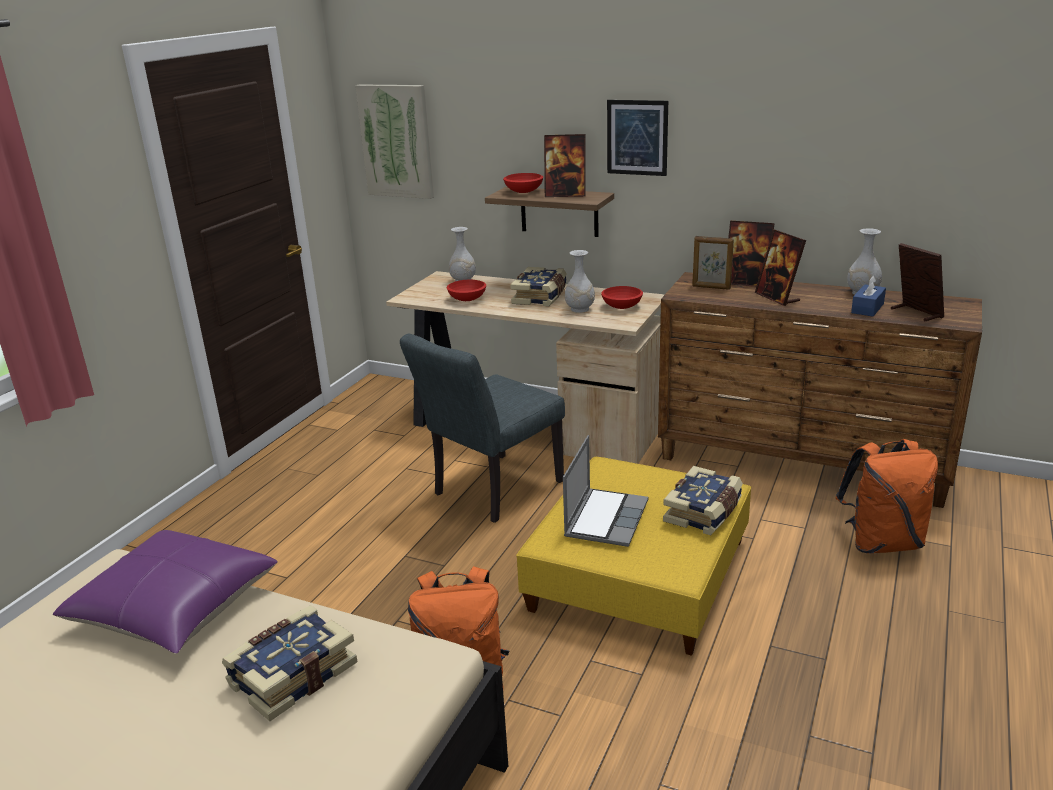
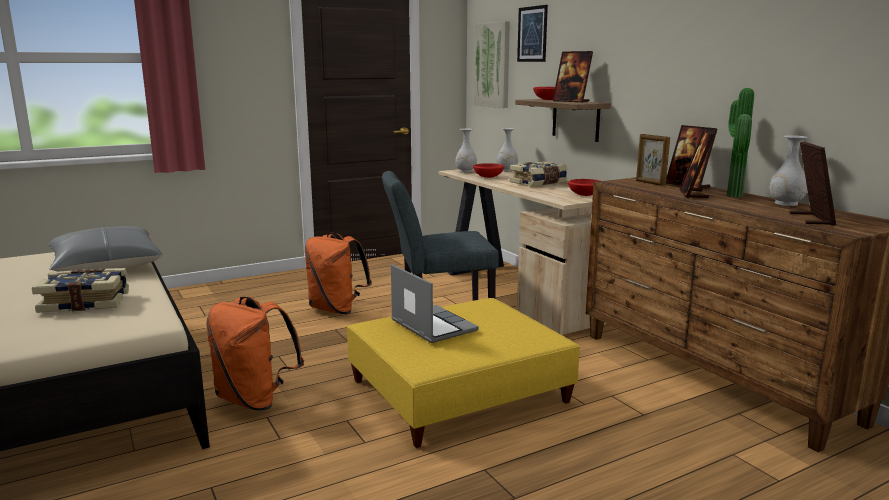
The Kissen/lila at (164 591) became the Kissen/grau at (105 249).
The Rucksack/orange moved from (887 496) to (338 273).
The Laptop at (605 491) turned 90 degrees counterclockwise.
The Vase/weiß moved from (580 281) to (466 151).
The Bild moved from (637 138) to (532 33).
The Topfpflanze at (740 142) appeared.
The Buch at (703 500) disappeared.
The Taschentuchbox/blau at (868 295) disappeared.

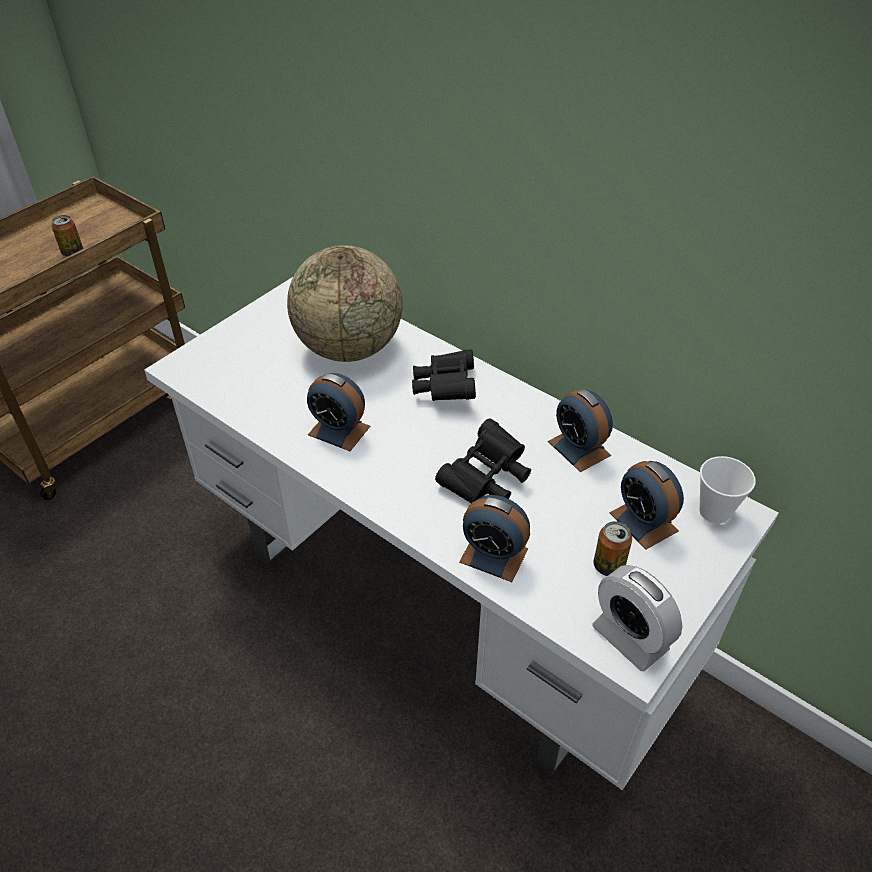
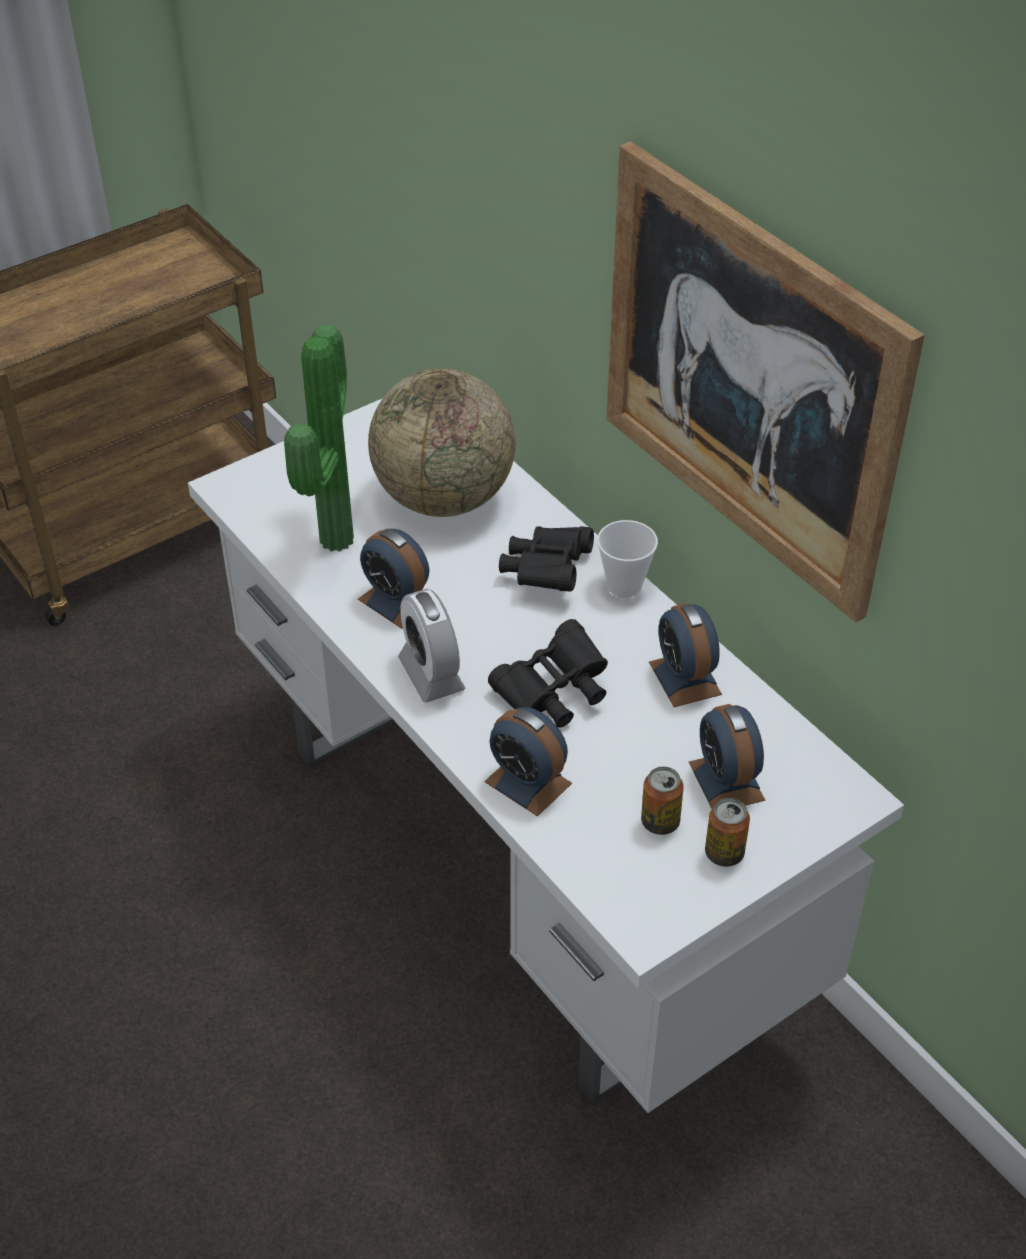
The Topfpflanze at (319 437) appeared.
The Wecker moved from (637 618) to (431 646).
The Tasse moved from (727 490) to (627 559).
The Bild at (765 381) appeared.
The Dose moved from (67 235) to (727 832).

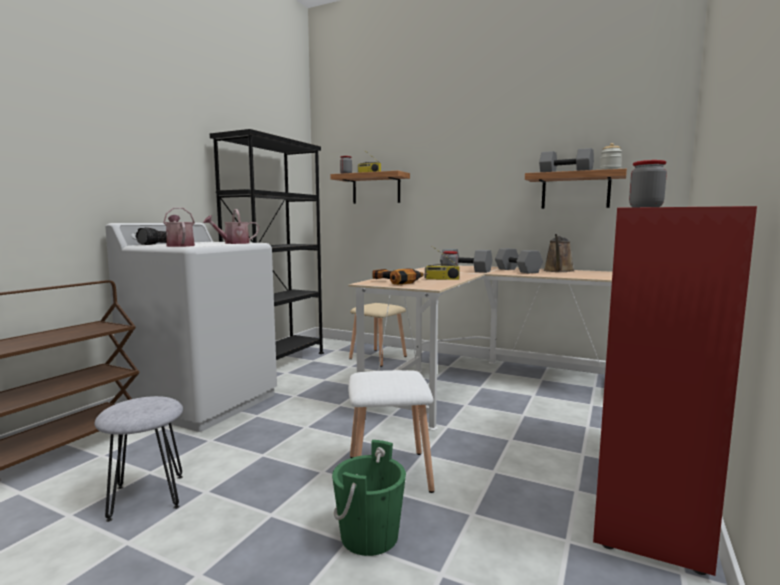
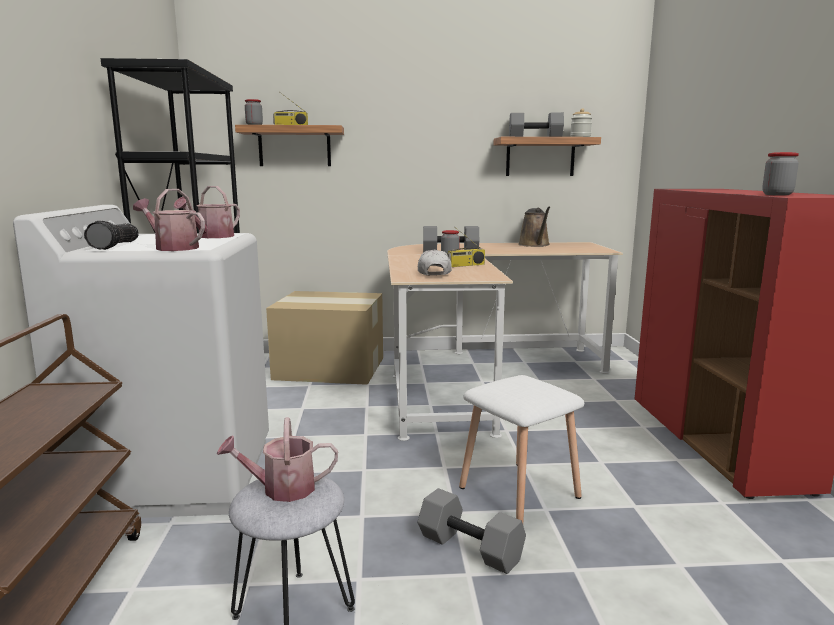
The Gießkanne at (277 459) appeared.
The Hocker/beige at (378 335) was replaced by the Karton at (324 338).
The Bohrmaschine at (400 276) was replaced by the Kappe/weiß at (435 262).
The Hantel/grau moved from (519 260) to (472 531).
The Eimer/grün at (369 498) disappeared.

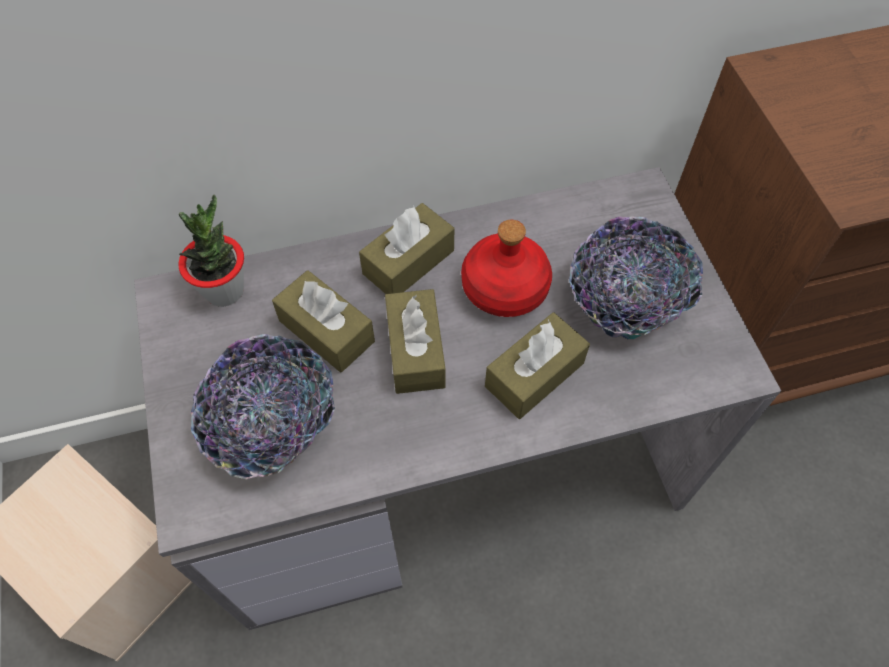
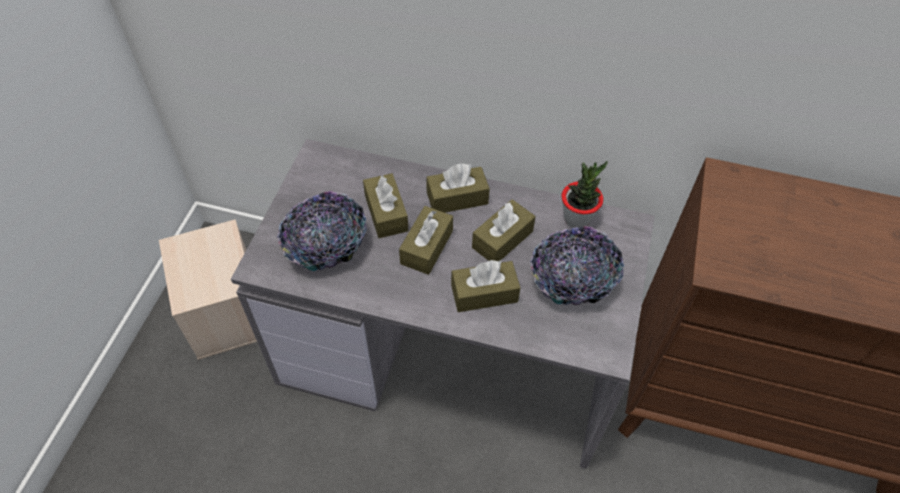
The Flasche/rot at (506 268) was replaced by the Taschentuchbox/braun at (504 230).
The Topfpflanze moved from (211 251) to (584 194).

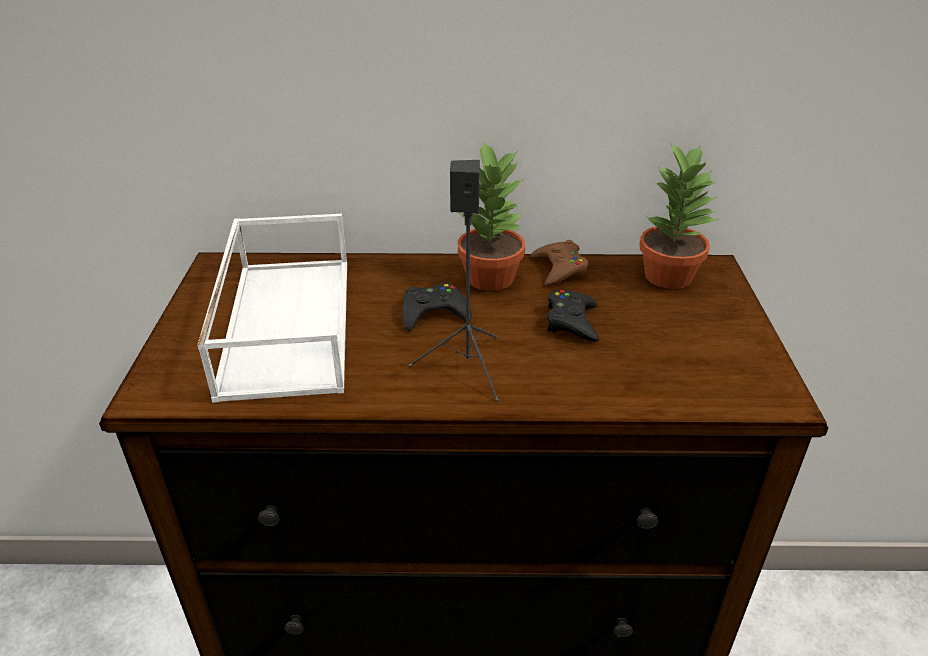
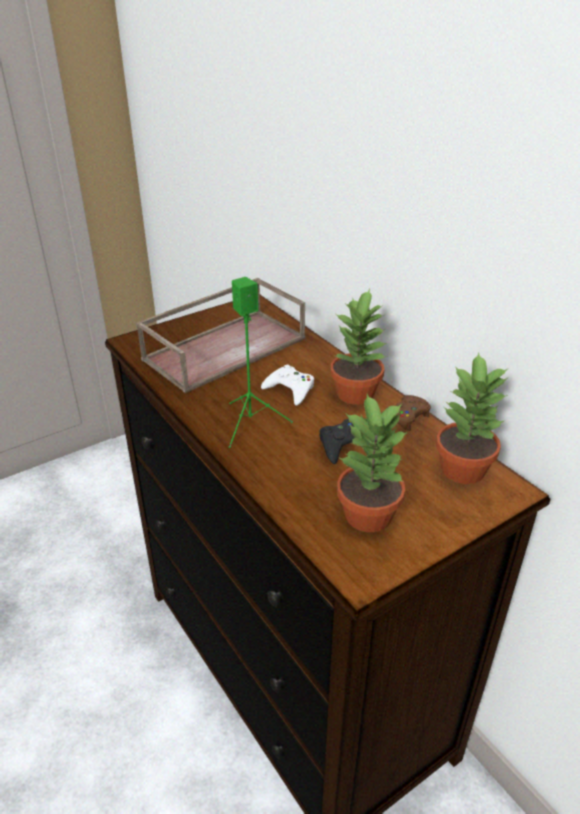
The Tablett/weiß at (272 308) became the Tablett/braun at (220 335).
The Lautsprecher/schwarz at (453 281) became the Lautsprecher/grün at (261 362).
The Gamepad/schwarz at (437 307) became the Gamepad/weiß at (287 385).
The Topfpflanze at (372 463) appeared.

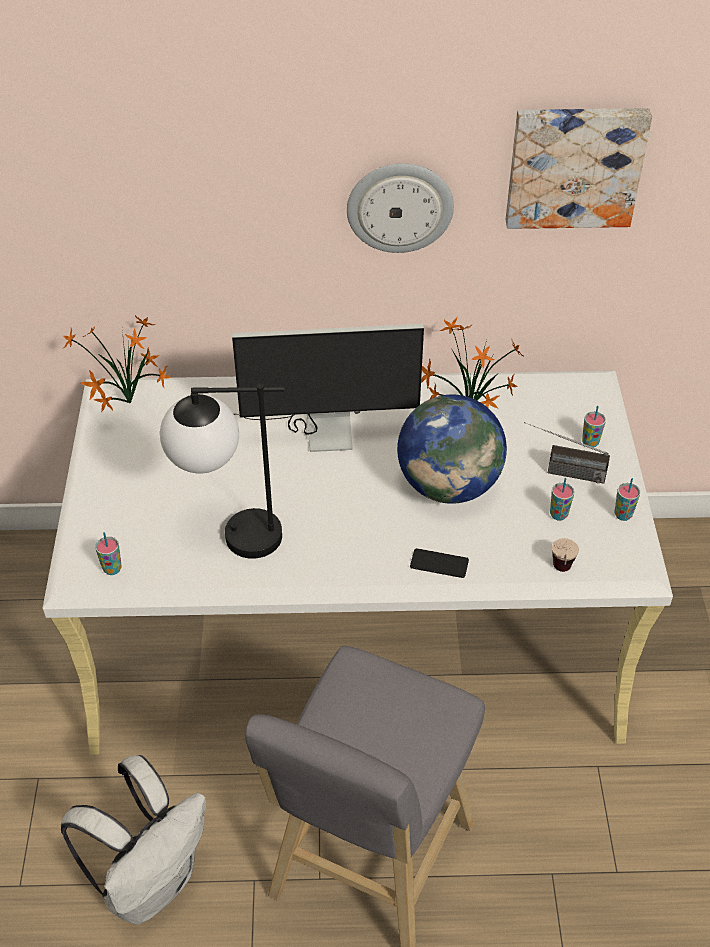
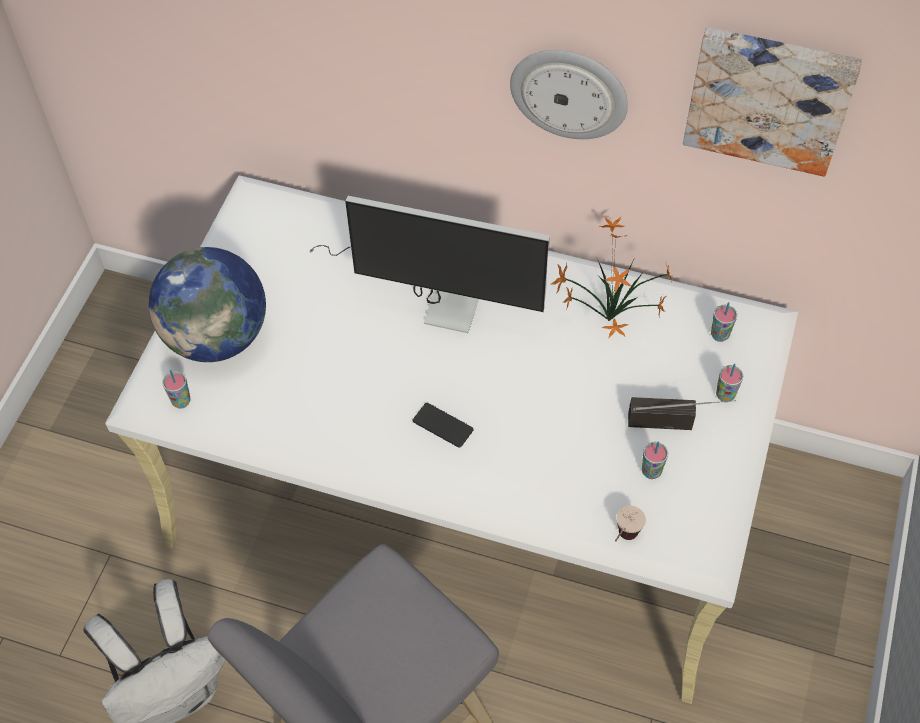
The Globus moved from (452 449) to (207 304).
The Handy moved from (439 563) to (443 425).
The Radio at (567 453) turned 150 degrees clockwise.
The Tasse moved from (627 499) to (724 322).
The Topfpflanze at (117 363) disappeared.
The Tischlampe at (222 471) disappeared.

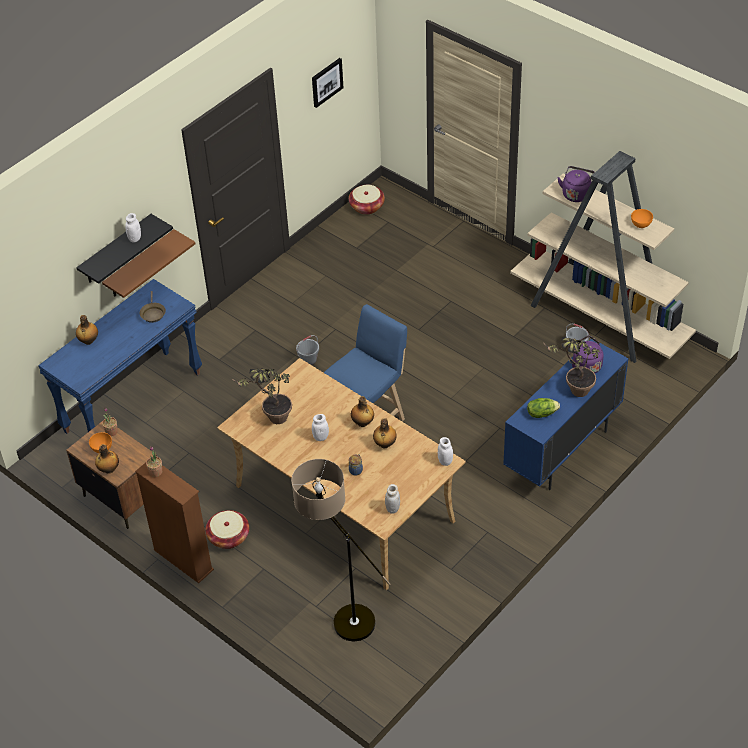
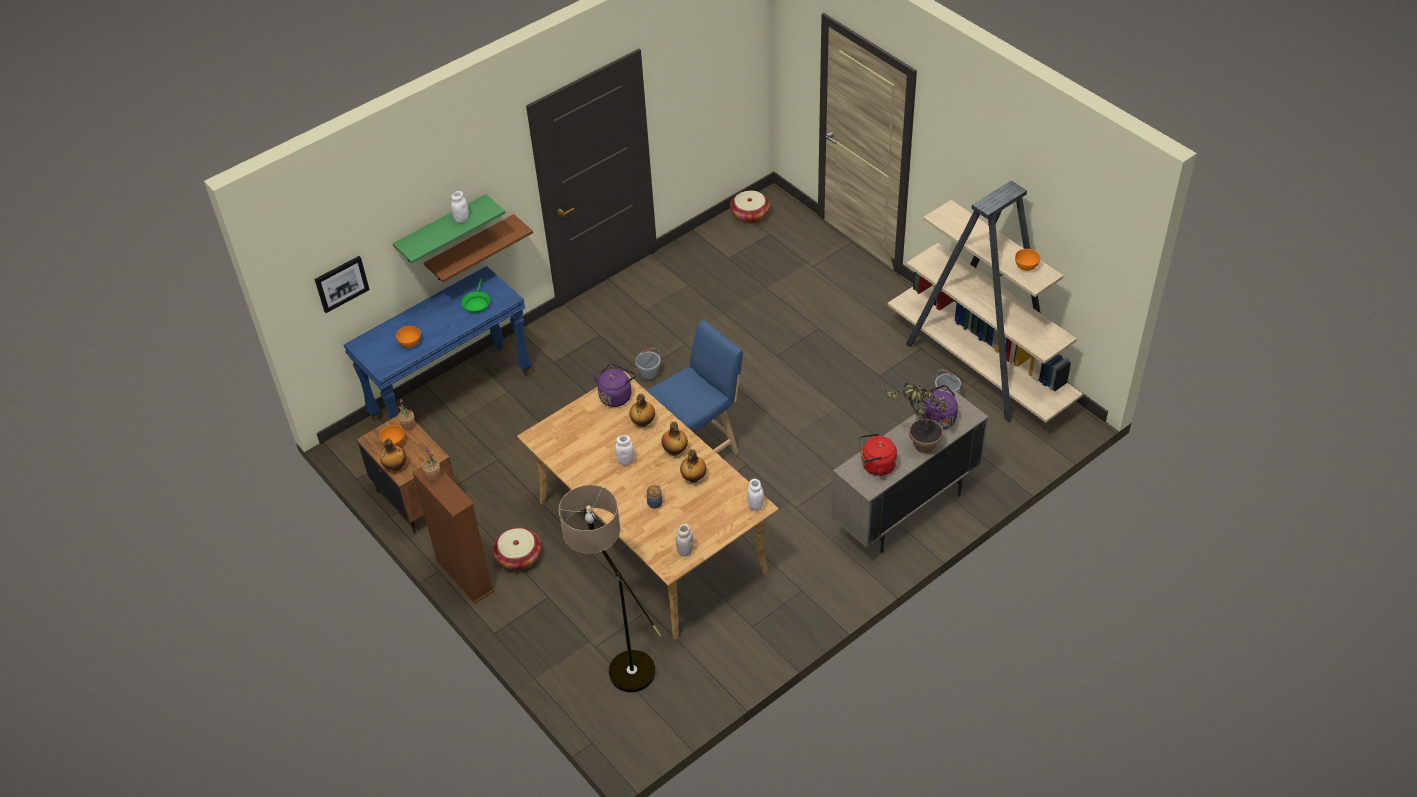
The Bild moved from (328 83) to (342 284).
The Wandregal/schwarz at (124 249) became the Wandregal/grün at (449 228).
The Schüssel/orange at (408 337) appeared.
The Pfanne/braun at (153 307) became the Pfanne/grün at (476 296).
The Wasserkessel/lila moved from (576 184) to (615 385).
The Flasche moved from (87 330) to (642 410).
The Schrank/blau at (566 414) became the Schrank/beige at (910 470).
The Salatkopf at (543 408) was replaced by the Wasserkessel/rot at (878 454).
The Topfpflanze at (263 396) disappeared.

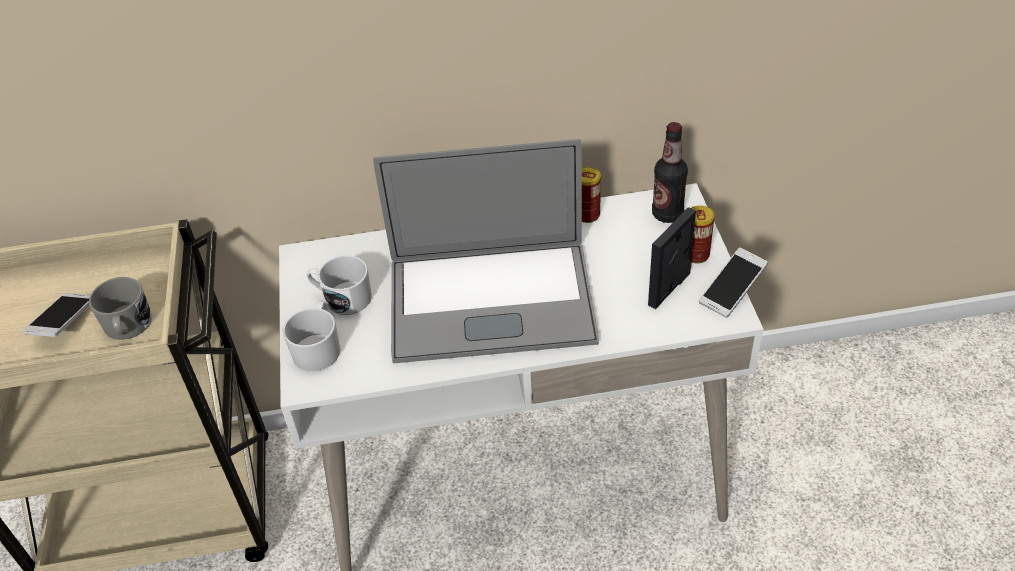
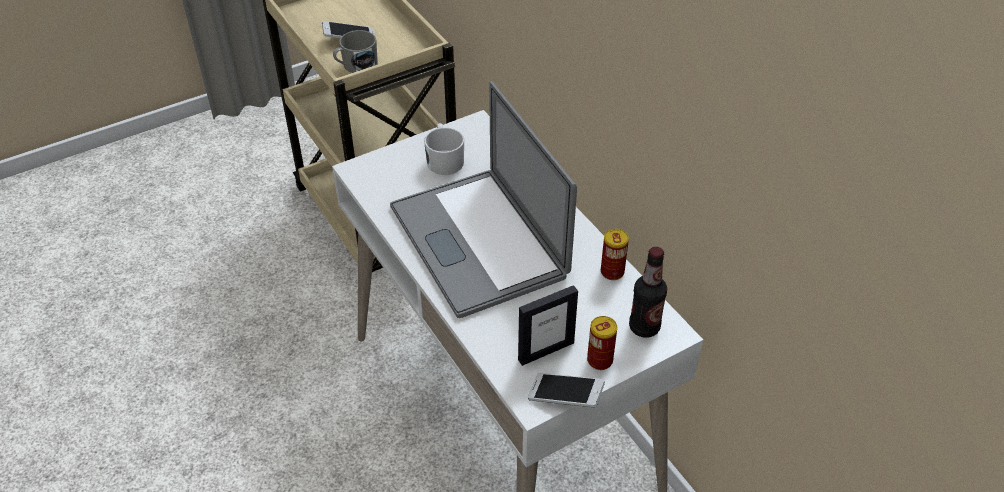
The Bilderrahmen at (672 258) turned 135 degrees clockwise.
The Henkelbecher/weiß at (311 336) disappeared.

